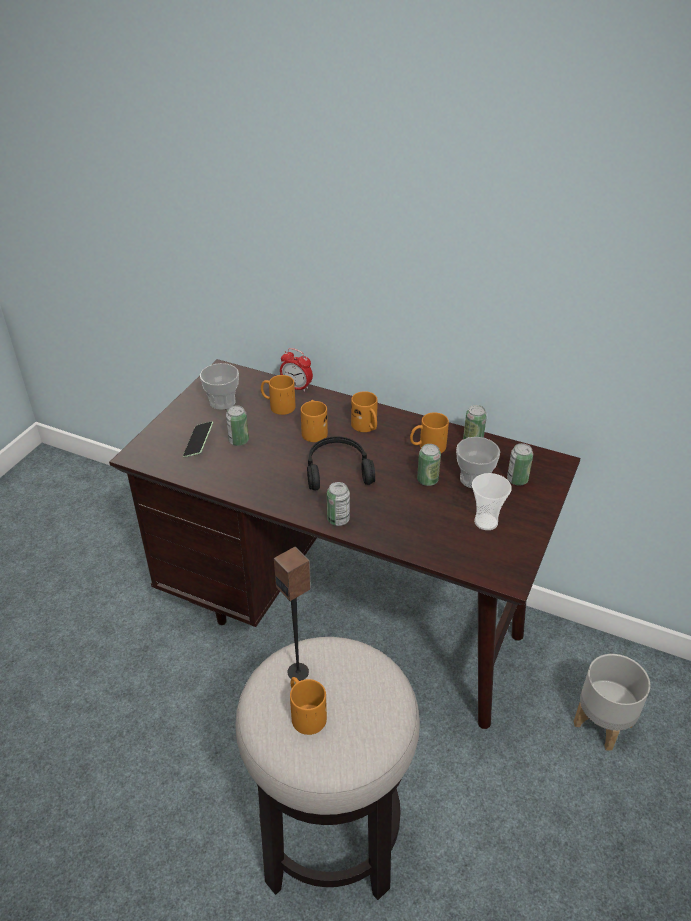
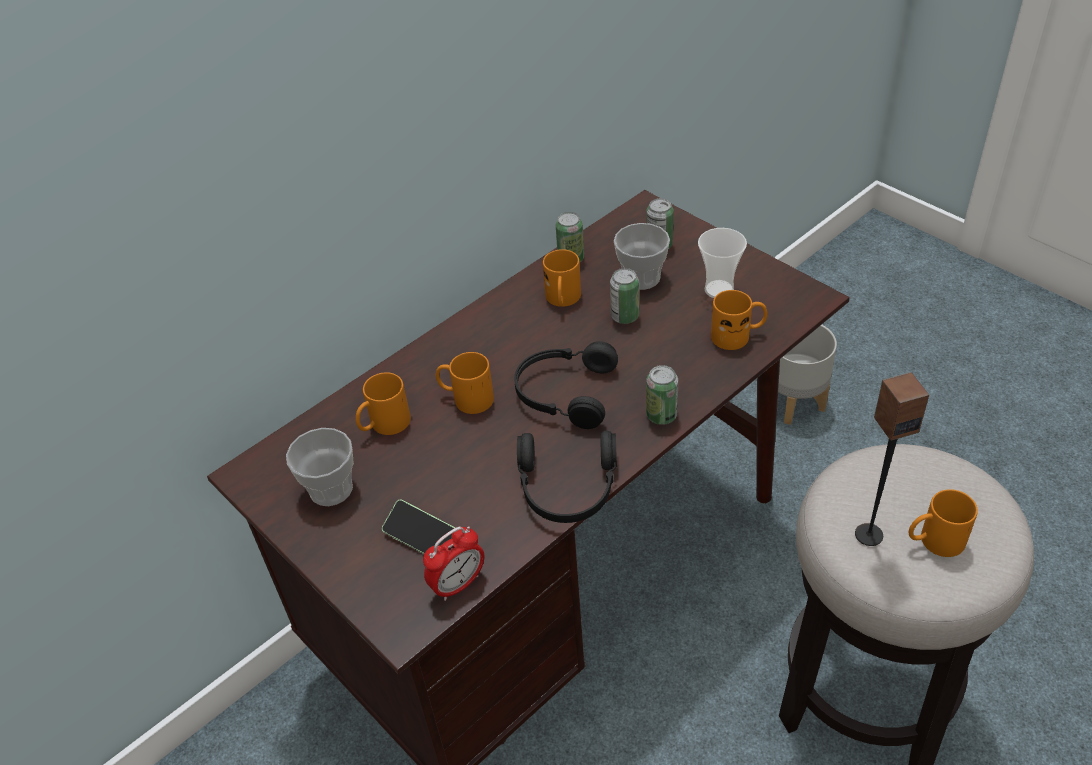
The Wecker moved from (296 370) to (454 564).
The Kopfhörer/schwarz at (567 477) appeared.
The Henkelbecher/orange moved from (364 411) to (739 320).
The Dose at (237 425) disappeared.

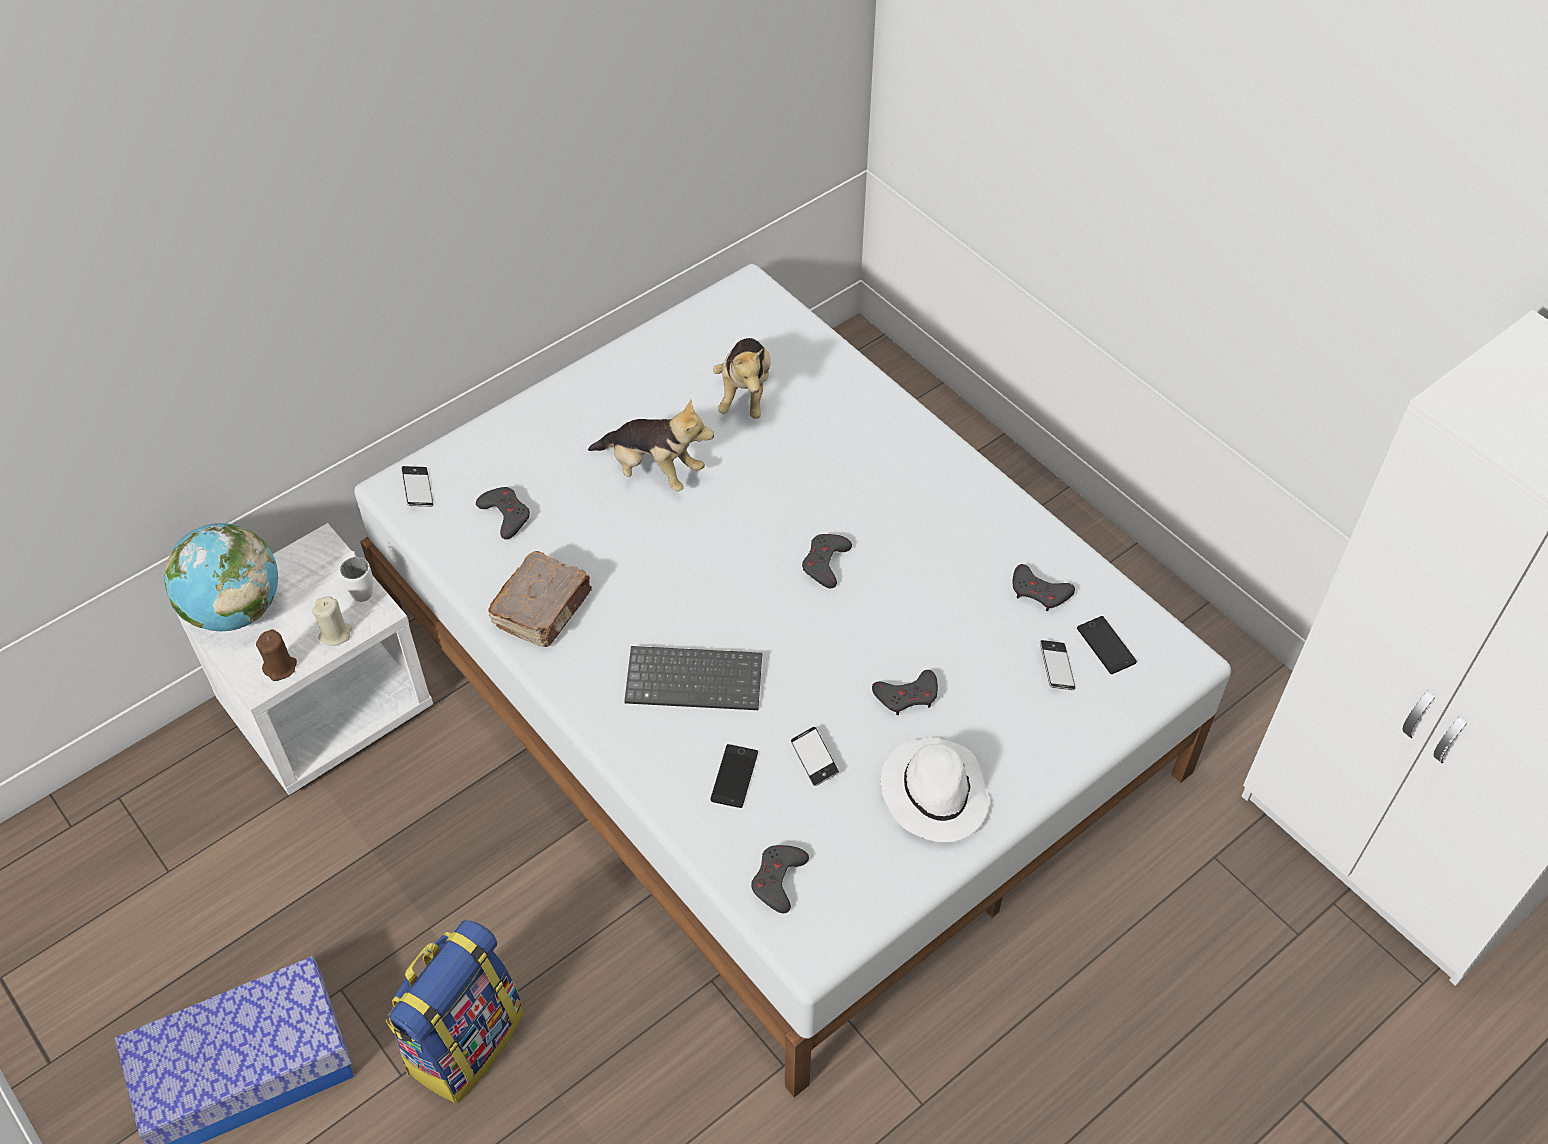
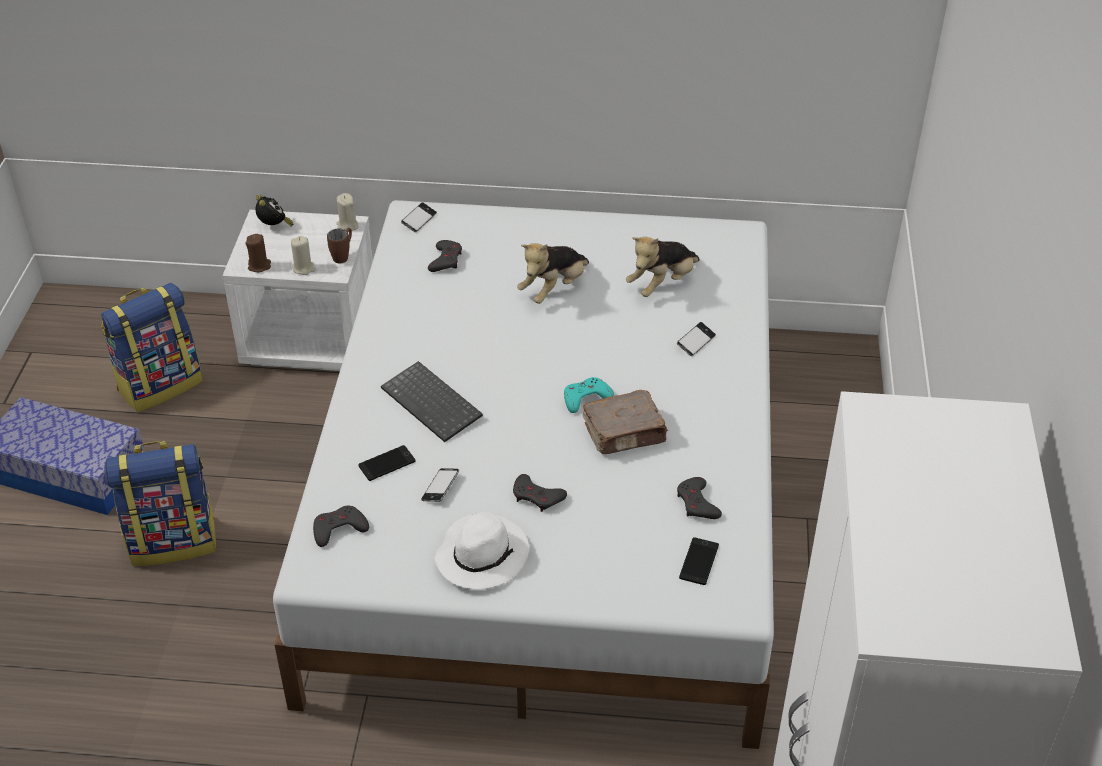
The Rucksack at (152 347) appeared.
The Globus at (221 577) was replaced by the Wecker at (274 210).
The Henkelbecher/weiß at (356 576) became the Henkelbecher/braun at (339 245).
The Kerze/beige at (347 212) appeared.
The Plüschtier at (651 445) turned 60 degrees clockwise.
The Gamepad/grau at (827 561) became the Gamepad/türkis at (589 395).
The Buch/braun moved from (540 599) to (625 422).
The Handy moved from (1058 665) to (696 339).

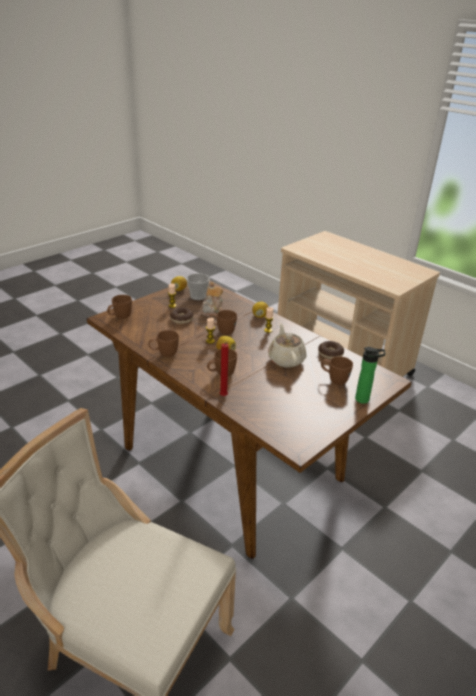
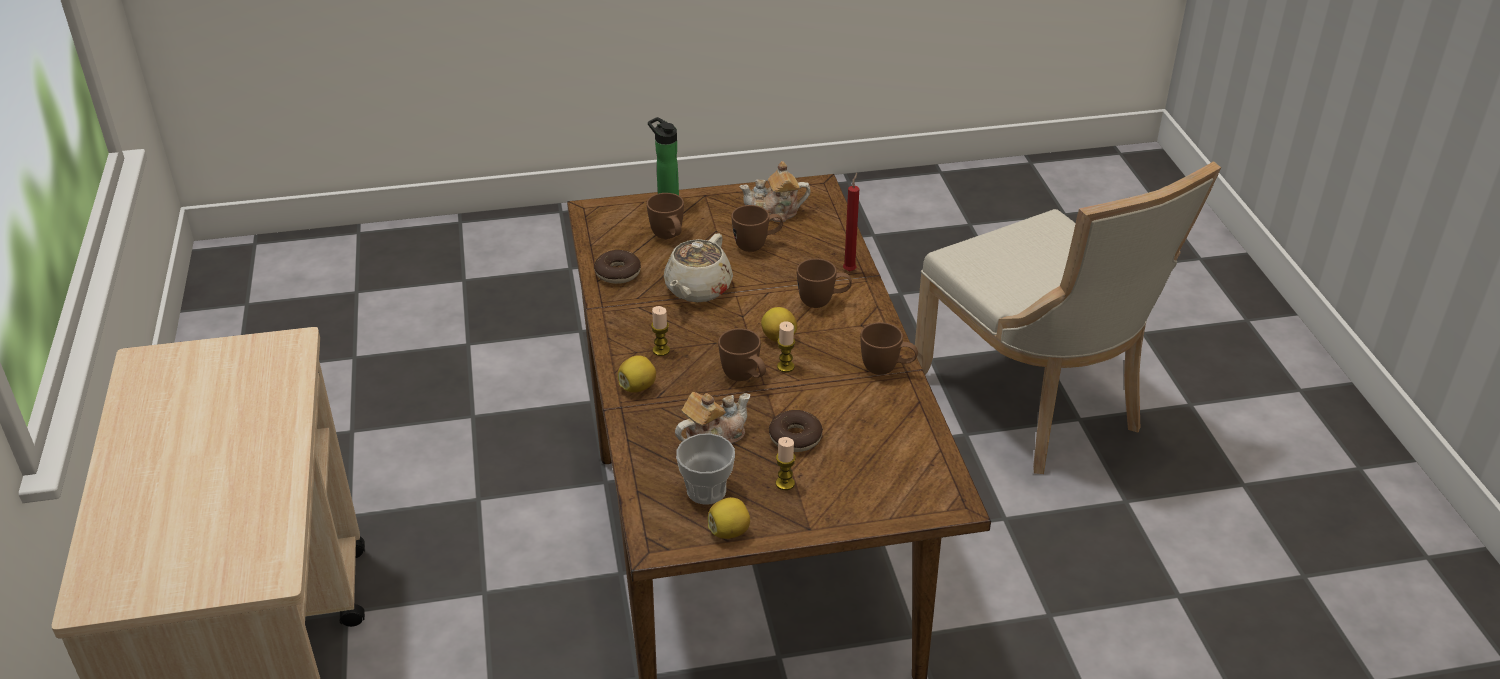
The Henkelbecher/braun moved from (119 307) to (757 228).
The Teekanne at (774 191) appeared.

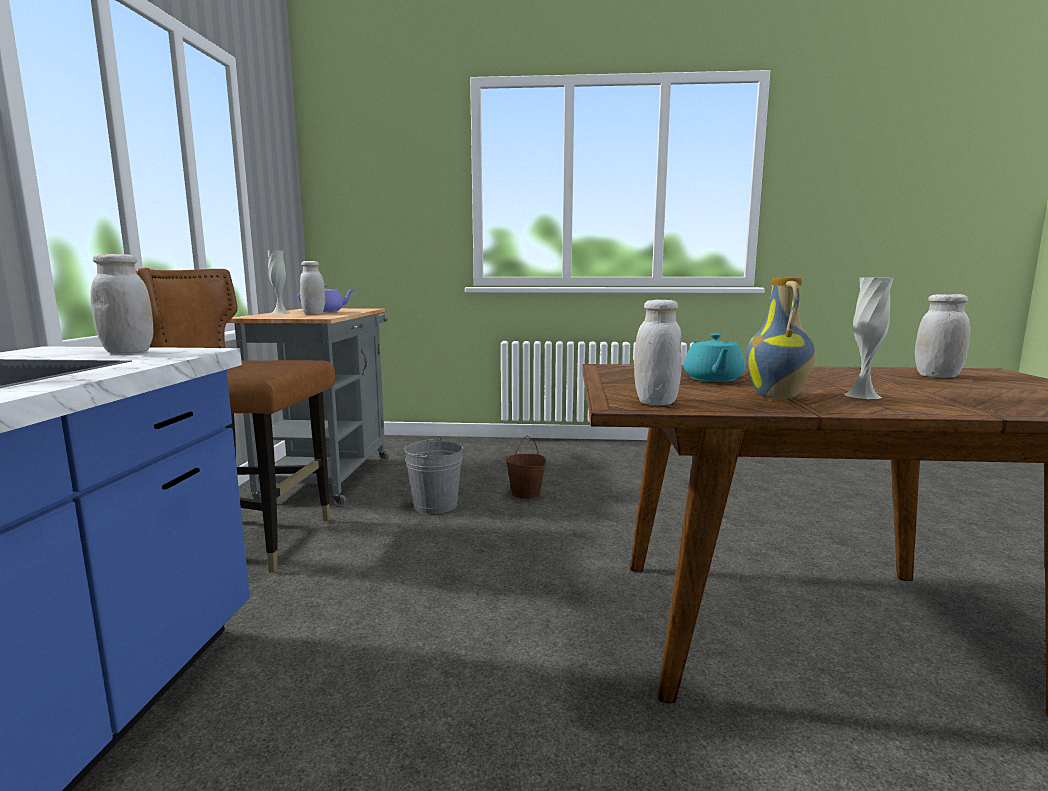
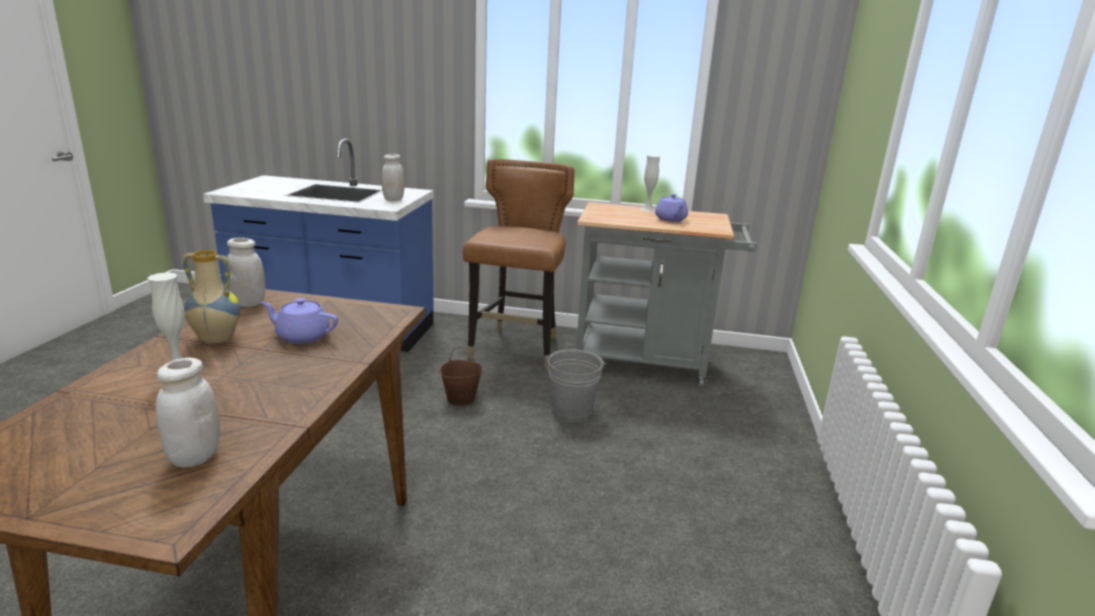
The Teekanne/türkis at (714 357) became the Teekanne/lila at (299 321).
The Eimer/braun moved from (526 467) to (461 376).
The Vorratsglas/weiß at (312 287) disappeared.

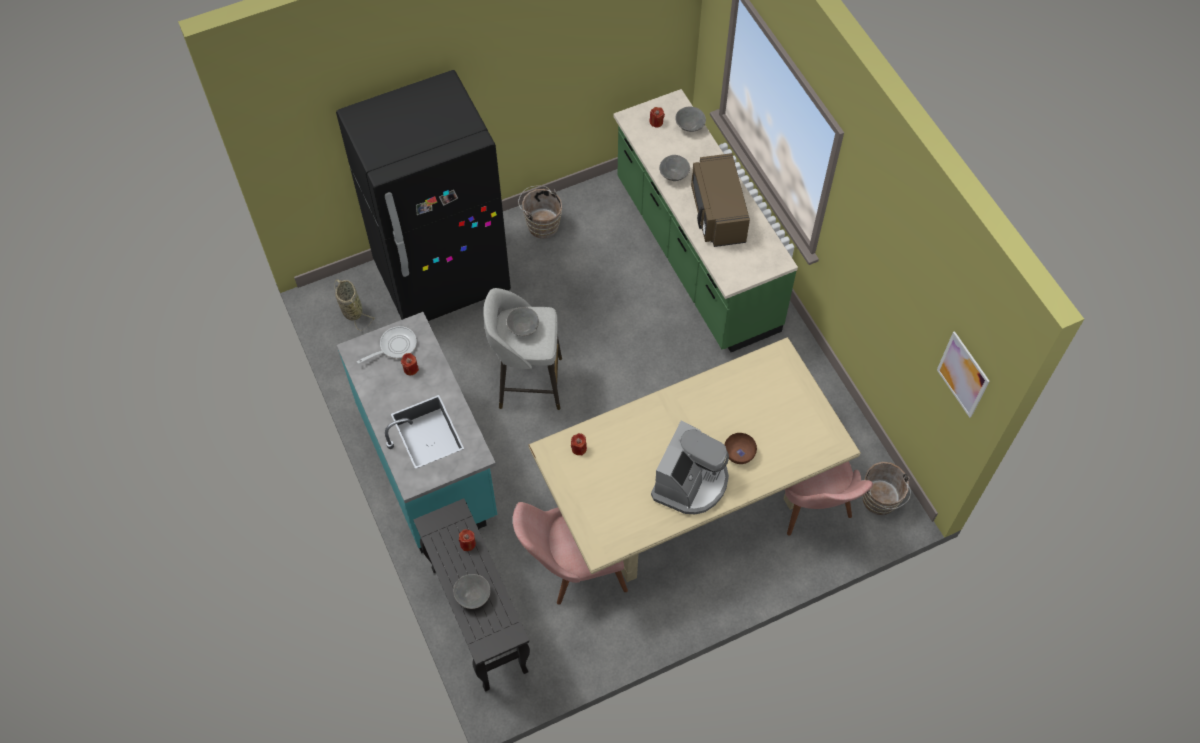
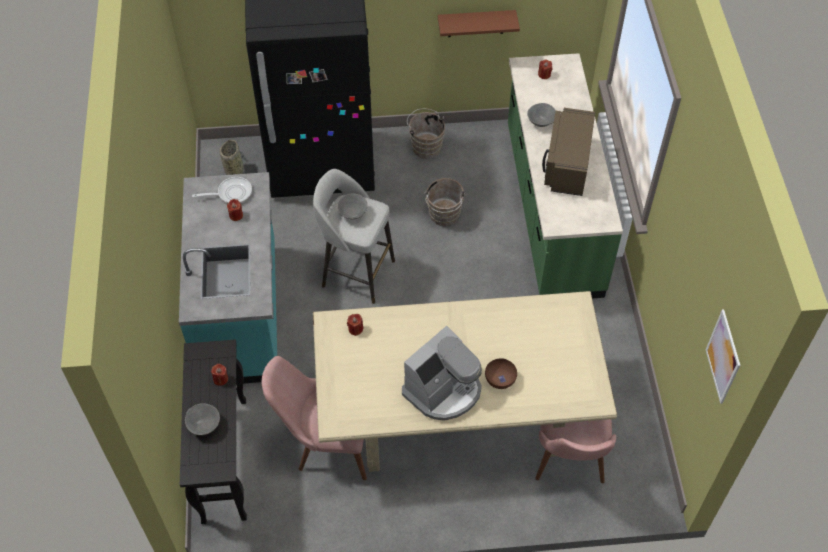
The Eimer/braun moved from (887 488) to (445 202).
The Wandregal/braun at (479 23) appeared.
The Schüssel/grau at (690 119) disappeared.

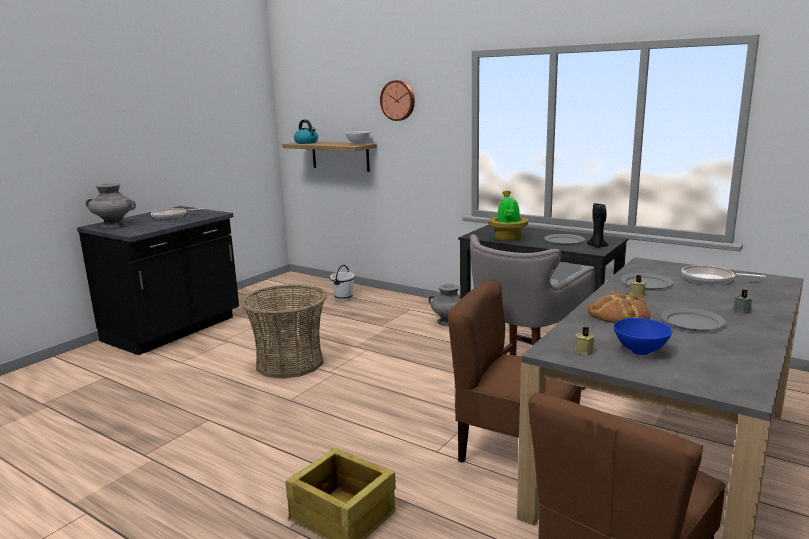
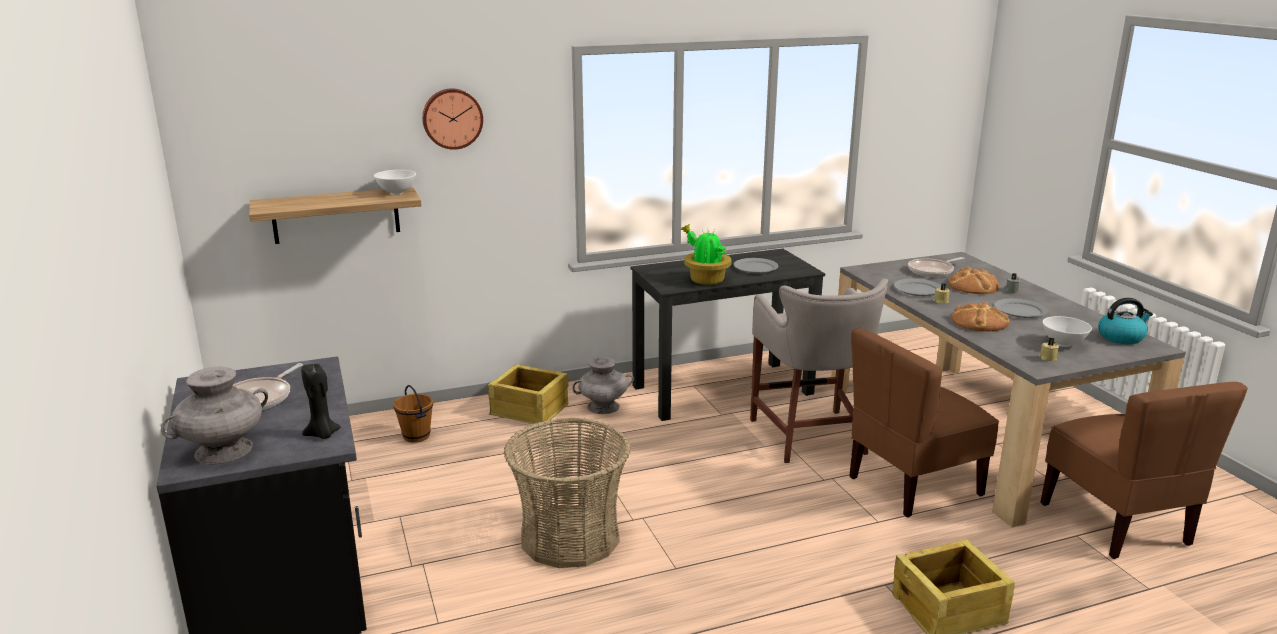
The Kerze/schwarz moved from (598 225) to (321 401).
The Eimer/weiß at (342 283) became the Eimer/braun at (413 414).
The Kiste at (528 394) appeared.
The Brot at (973 280) appeared.
The Schüssel/blau at (642 336) became the Schüssel/weiß at (1067 331).
The Wasserkessel moved from (306 131) to (1125 321).

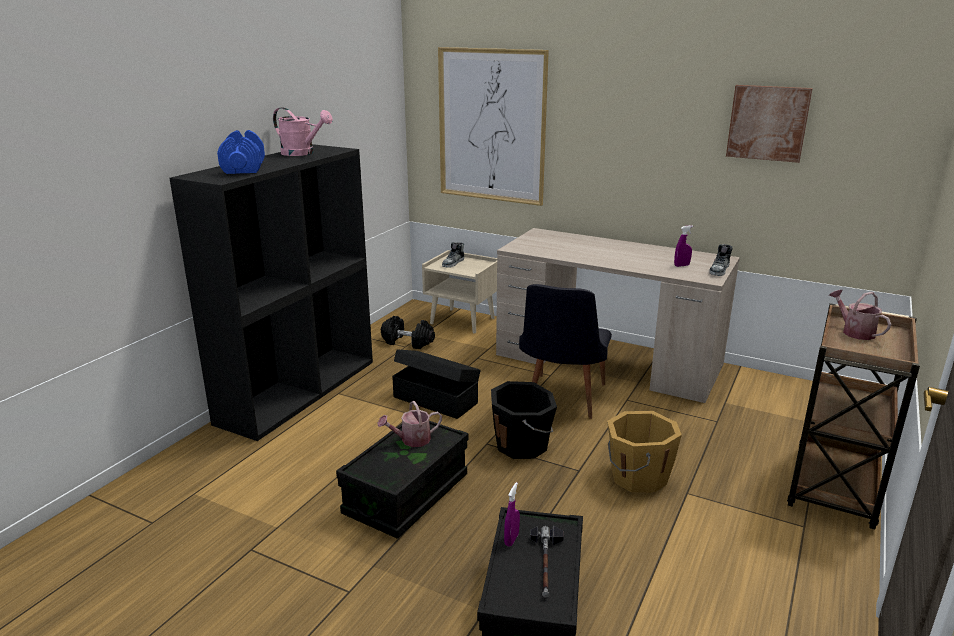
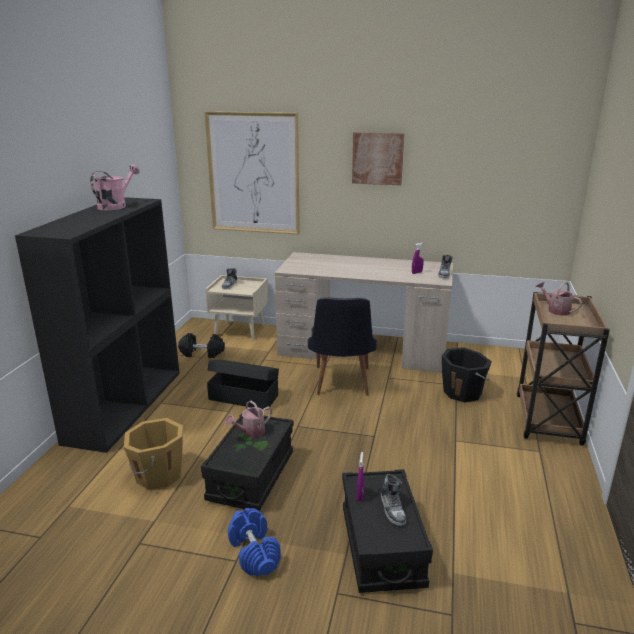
The Gießkanne/rosa at (303 132) turned 75 degrees counterclockwise.
The Eimer/orange moved from (644 452) to (153 453).
The Hantel/blau moved from (241 152) to (254 542).
The Bild moved from (769 124) to (378 158).
The Hammer at (547 562) was replaced by the Schuh at (393 500).
The Eimer/schwarz moved from (524 420) to (467 375).

